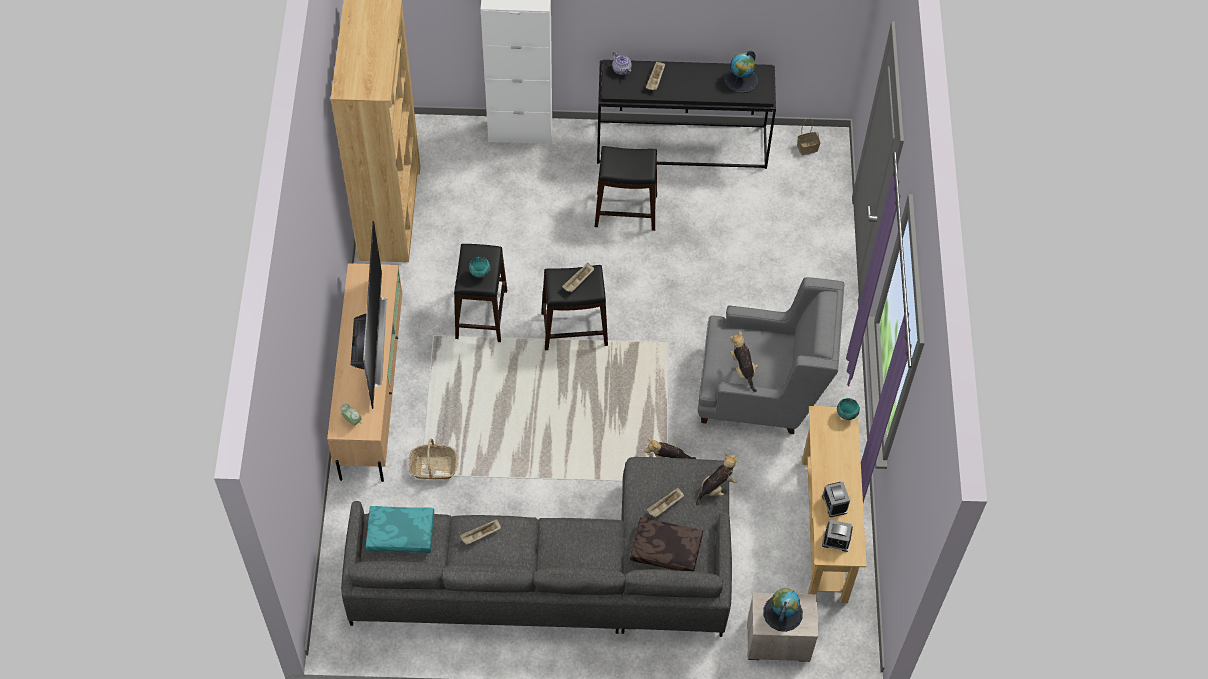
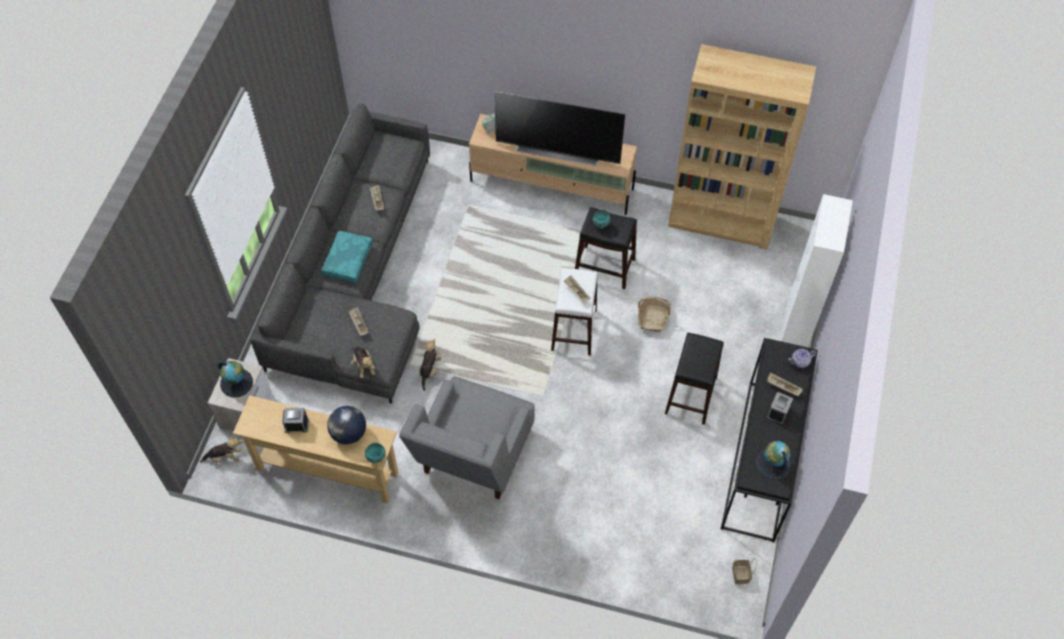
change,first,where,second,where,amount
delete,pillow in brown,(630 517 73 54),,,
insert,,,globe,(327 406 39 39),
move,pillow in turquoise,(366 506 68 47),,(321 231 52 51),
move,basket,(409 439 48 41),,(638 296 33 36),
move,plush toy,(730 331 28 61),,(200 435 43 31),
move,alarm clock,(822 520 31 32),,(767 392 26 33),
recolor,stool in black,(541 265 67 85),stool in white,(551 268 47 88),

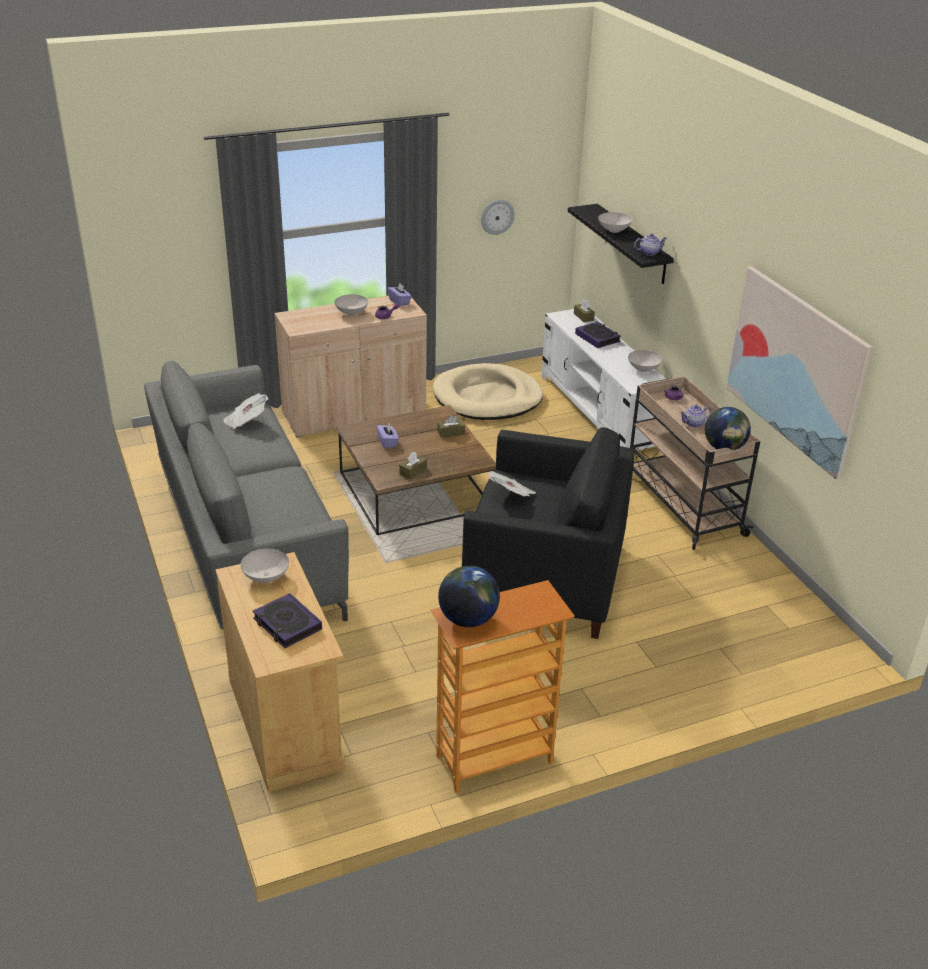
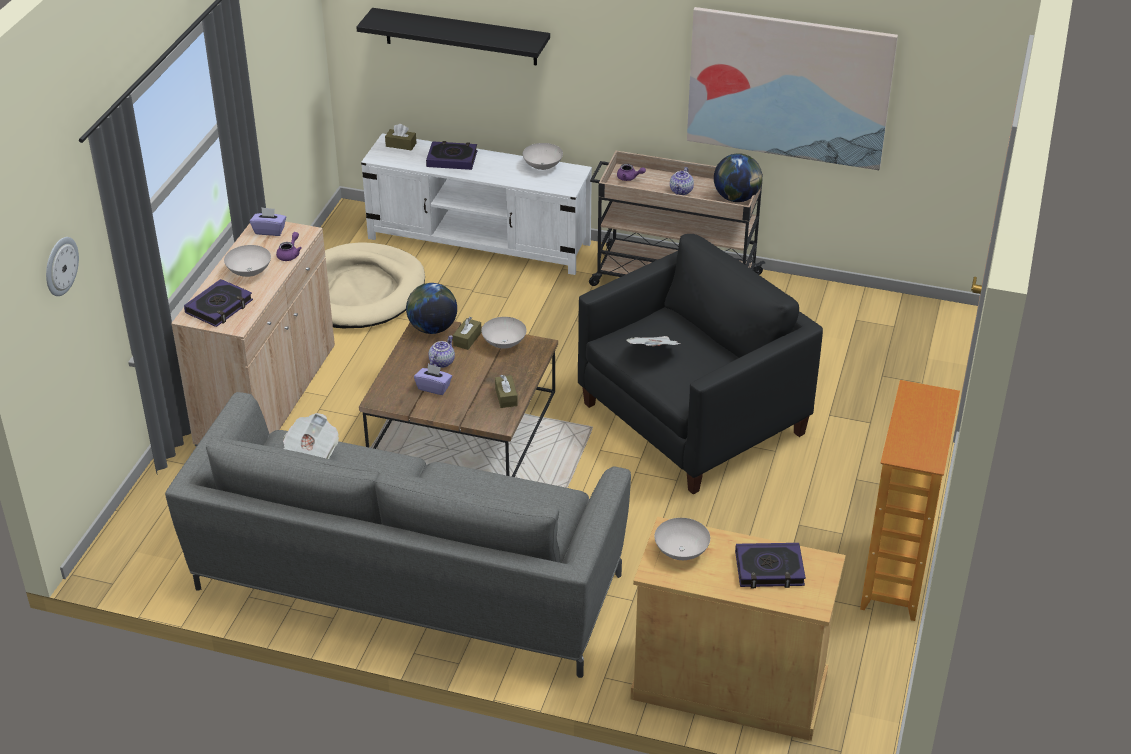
change,first,where,second,where,amount
insert,,,book,(184 279 69 48),
move,globe,(438 566 62 61),,(406 283 51 51),
move,wall clock,(481 200 34 35),,(46 237 33 59),
move,bowl in white,(598 212 35 21),,(481 317 45 31),
move,teapot,(634 234 33 22),,(429 336 26 32),

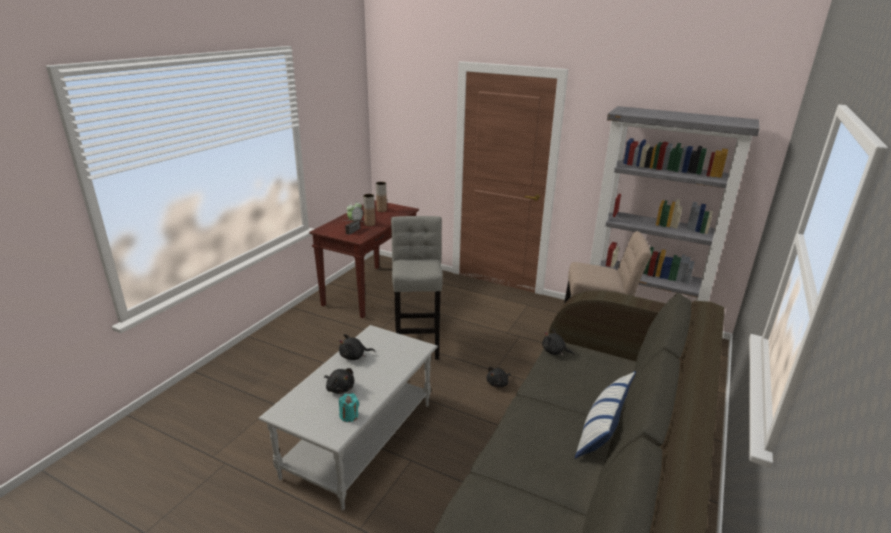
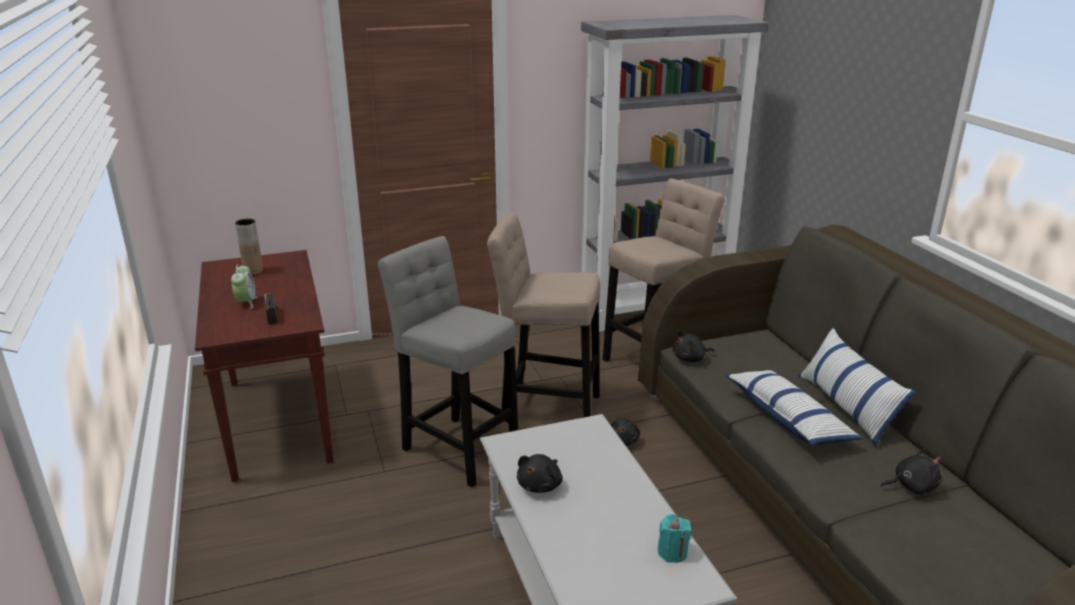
change,first,where,second,where,amount
delete,vase in brown,(363 194 12 32),,,
insert,,,stool in beige,(487 212 113 205),
insert,,,pillow,(725 370 137 75),
move,plush toy in black,(324 368 31 26),,(880 448 61 47),

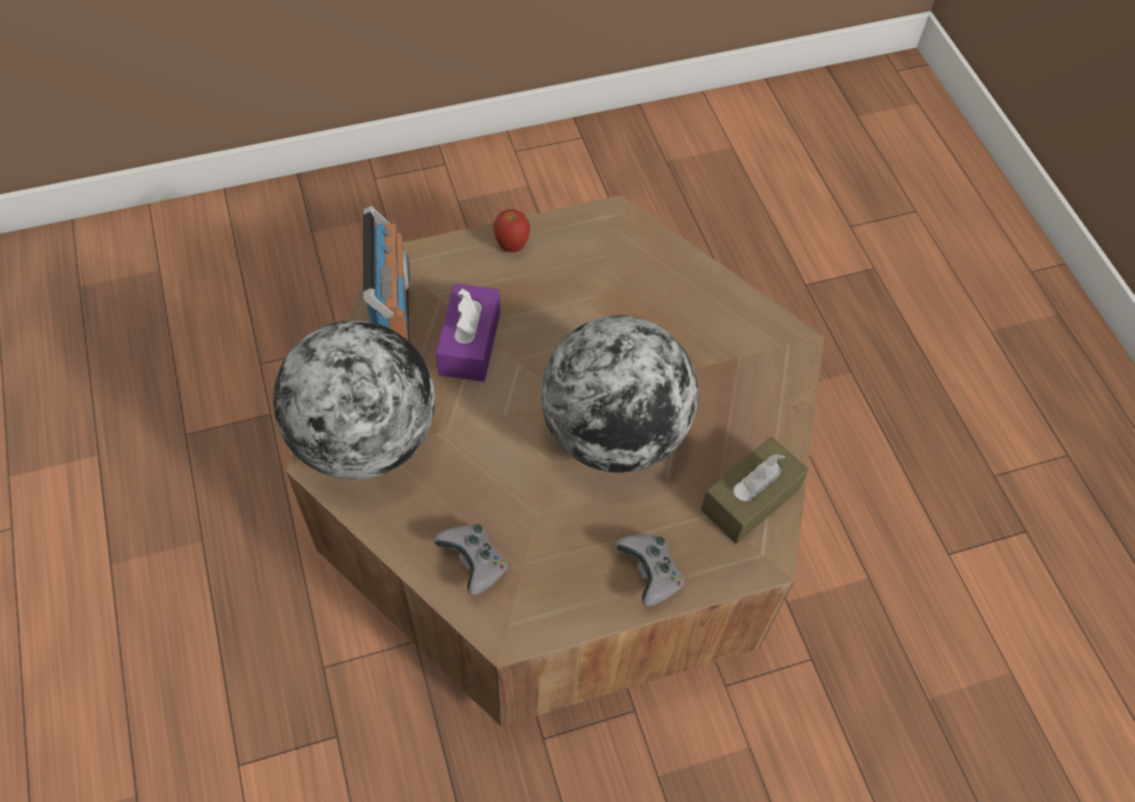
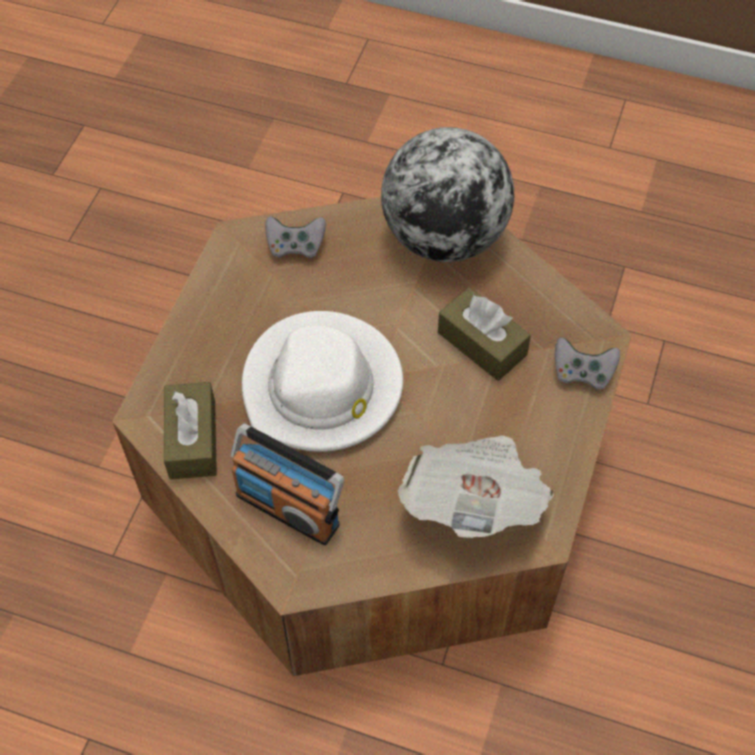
change,first,where,second,where,amount
delete,apple,(493 209 37 43),,,
insert,,,newspaper,(398 435 156 103),
move,radio,(363 206 47 135),,(230 423 114 122),
move,game controller in grey,(615 535 69 71),,(555 337 65 52),
replace,globe,(541 315 157 158),hat in white,(242 311 161 141),
recolor,tissue box in purple,(436 283 64 99),tissue box in brown,(438 287 93 94),

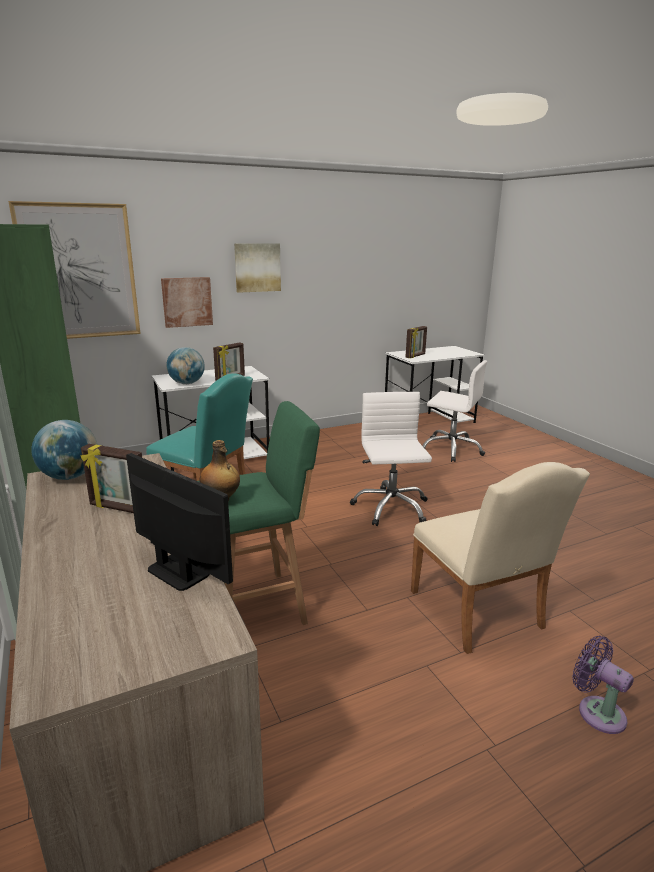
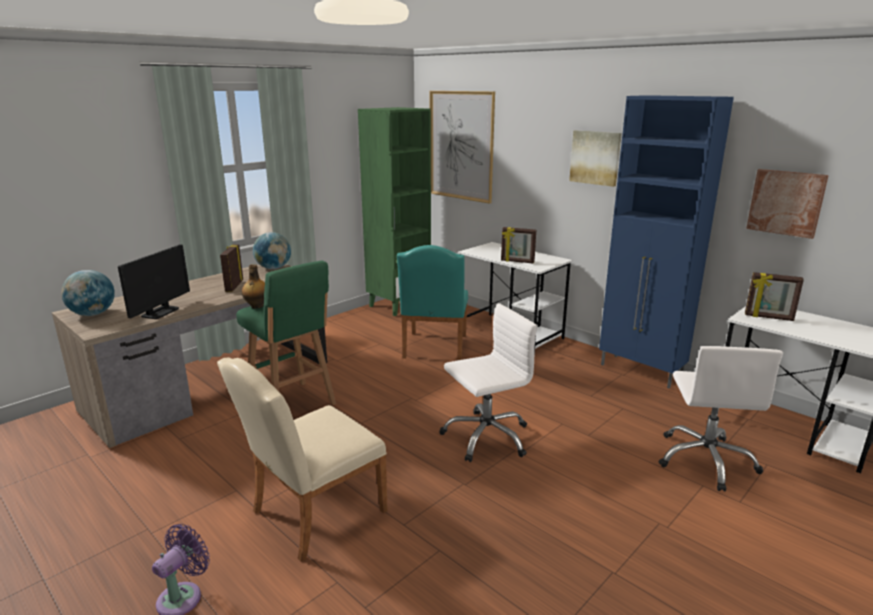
change,first,where,second,where,amount
insert,,,cabinet in blue,(599 95 135 294),
move,picture,(161 277 52 51),,(746 169 83 70),
move,globe,(166 347 39 37),,(61 270 54 46),

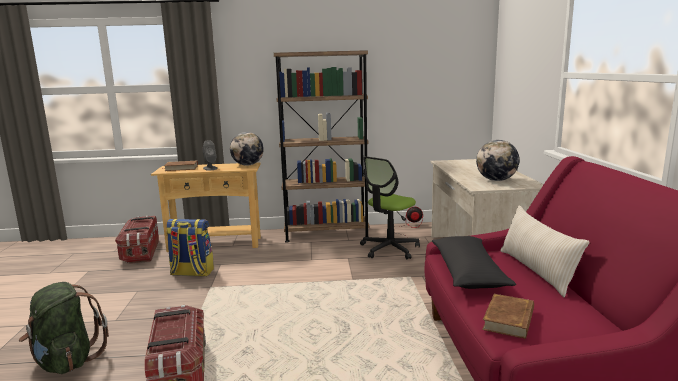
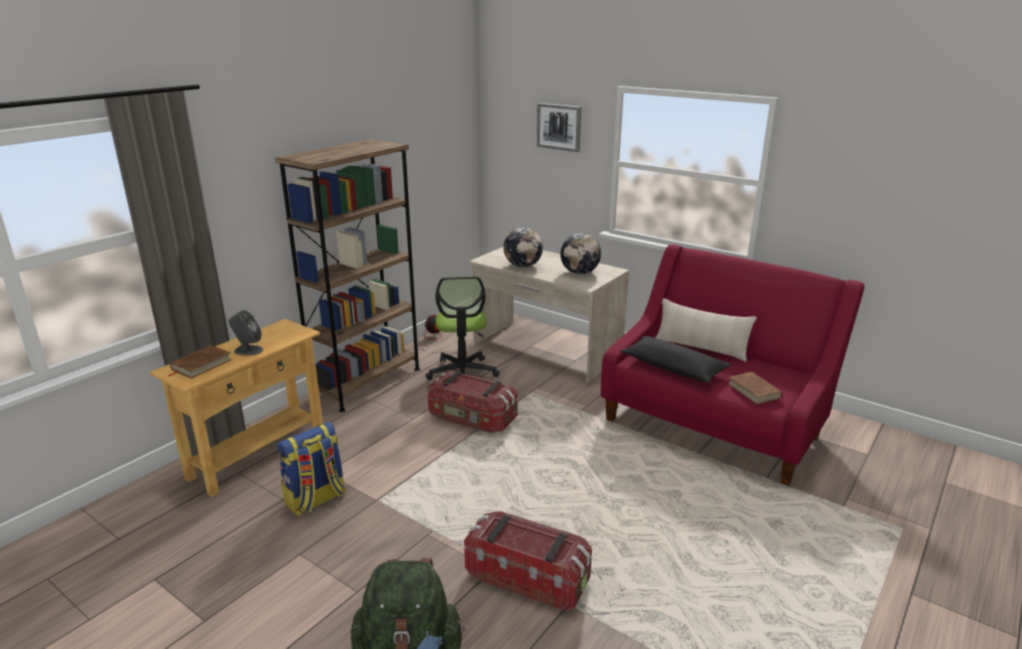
change,first,where,second,where,amount
insert,,,picture,(537 103 44 49),
move,storage box,(115 216 44 48),,(427 370 91 63),
move,globe,(230 132 34 34),,(503 227 40 40),

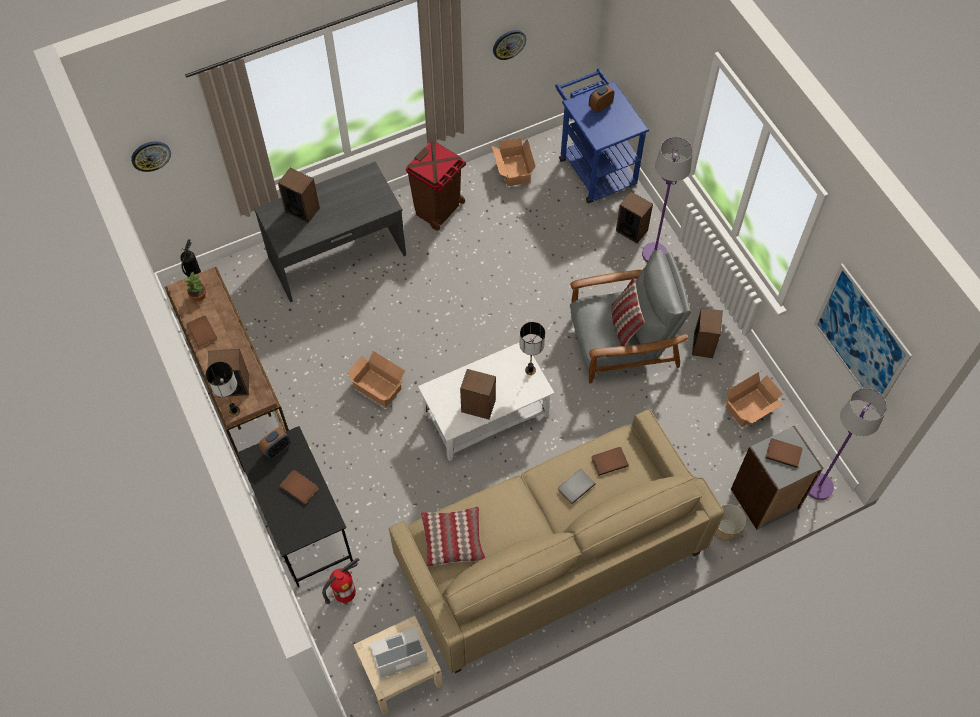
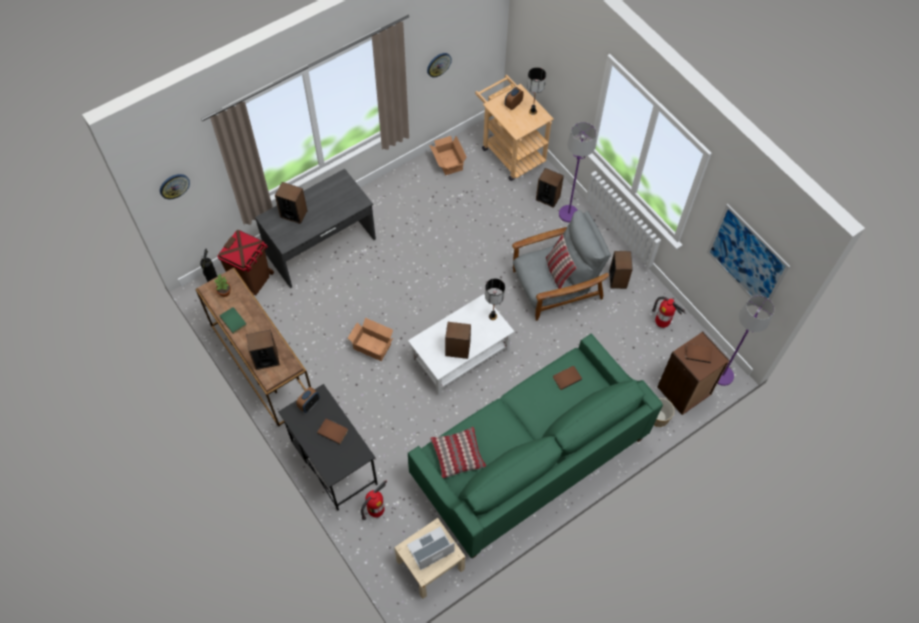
change,first,where,second,where,amount
delete,book in grey,(558 469 38 35),,,
move,table lamp,(206 362 34 55),,(527 68 19 47),
move,trash can in brown,(406 141 60 90),,(218 230 56 65),
replace,cardboard box,(725 372 59 55),fire extinguisher,(652 296 33 32),
recolor,book in brown,(186 315 32 34),book in green,(219 307 27 27),
recolor,sofa in beige,(389 409 335 264),sofa in green,(408 334 255 224),
recolor,cart in blue,(555 68 94 135),cart in beige,(475 75 79 106),
recolor,bookcase in grey,(731 426 92 104),bookcase in brown,(657 332 73 83),

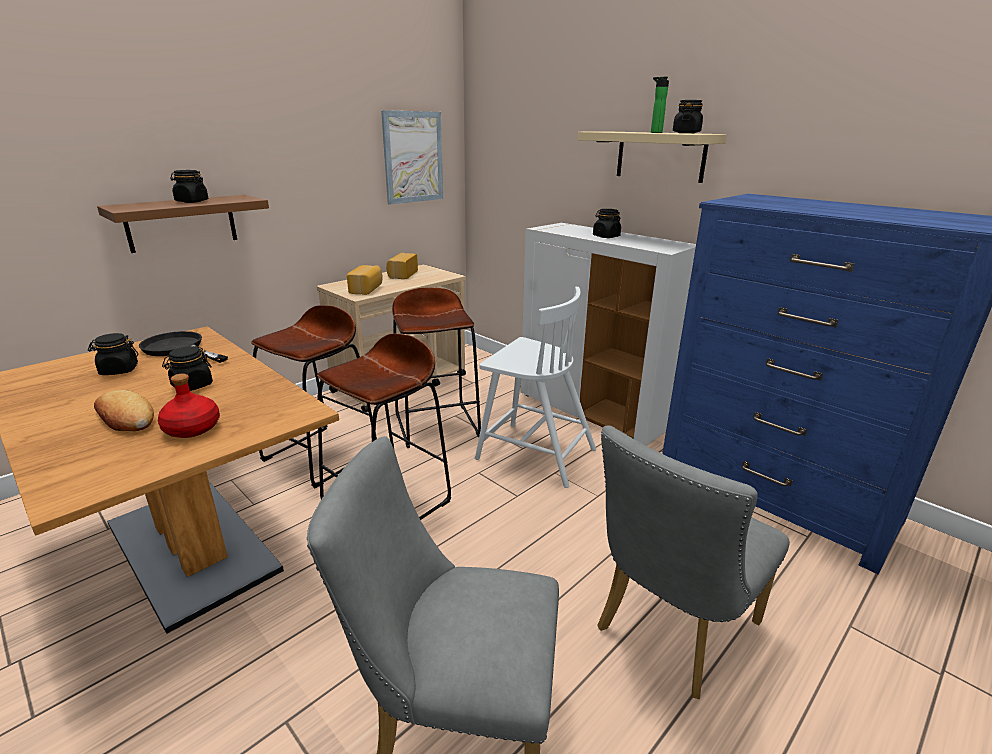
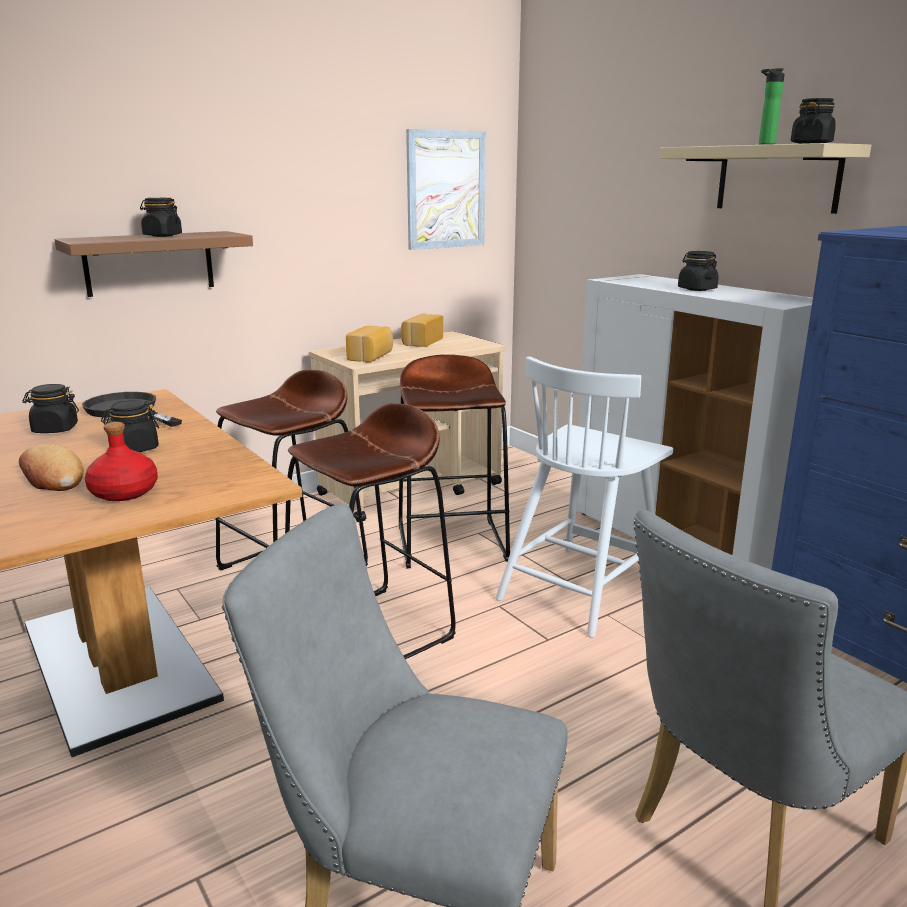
change,first,where,second,where,amount
rotate,chair in white,(475 287 121 201),,(495 356 178 282),90 degrees clockwise

